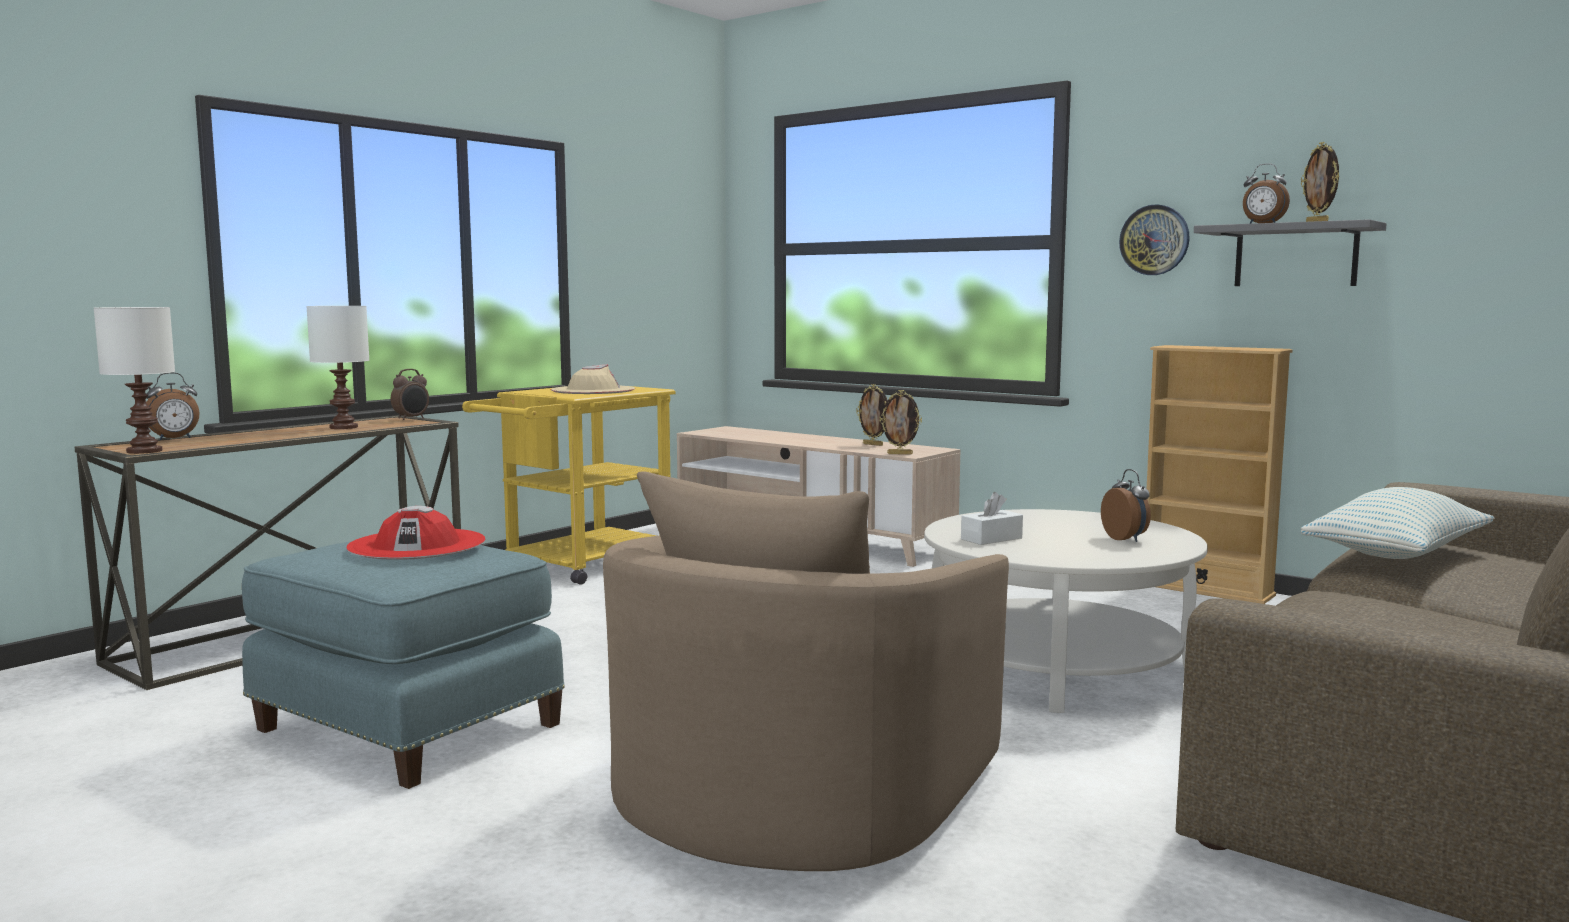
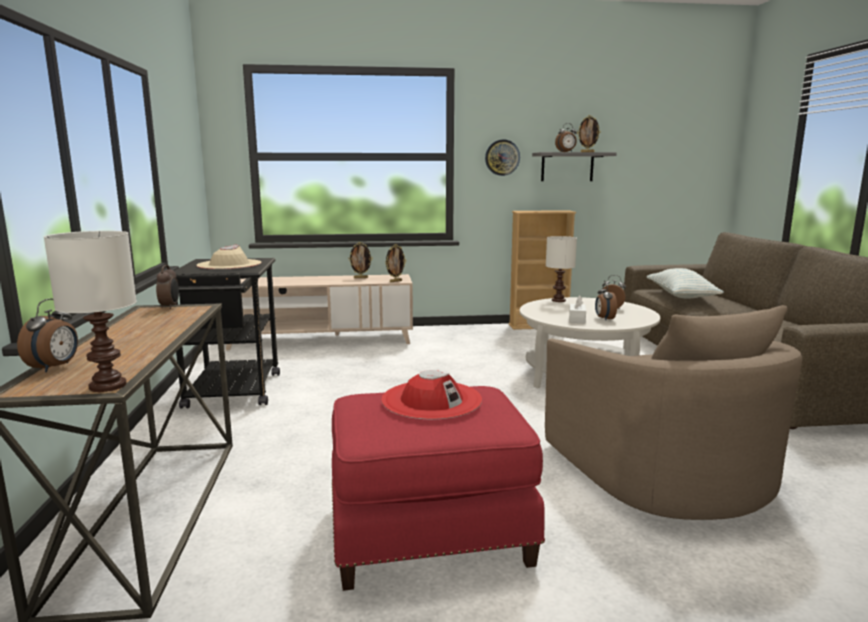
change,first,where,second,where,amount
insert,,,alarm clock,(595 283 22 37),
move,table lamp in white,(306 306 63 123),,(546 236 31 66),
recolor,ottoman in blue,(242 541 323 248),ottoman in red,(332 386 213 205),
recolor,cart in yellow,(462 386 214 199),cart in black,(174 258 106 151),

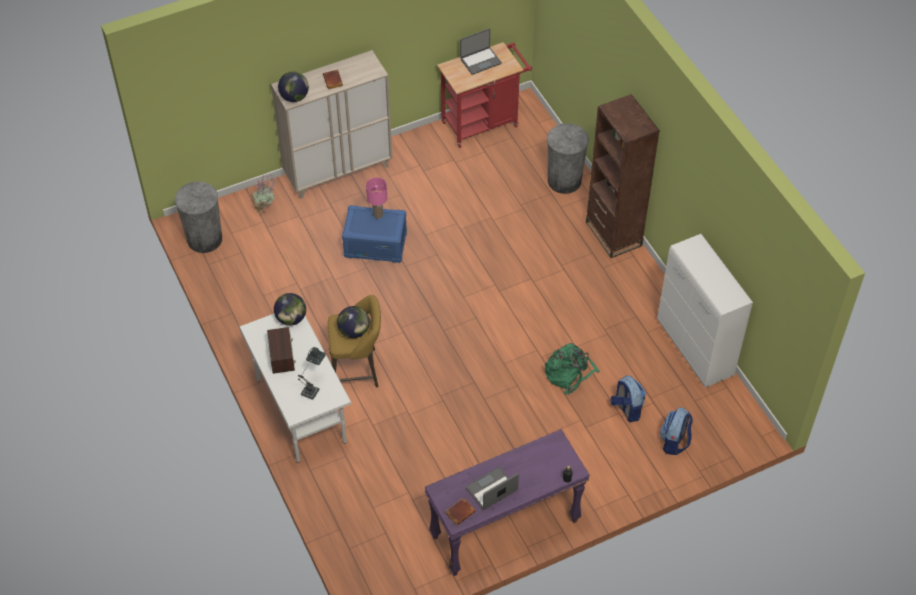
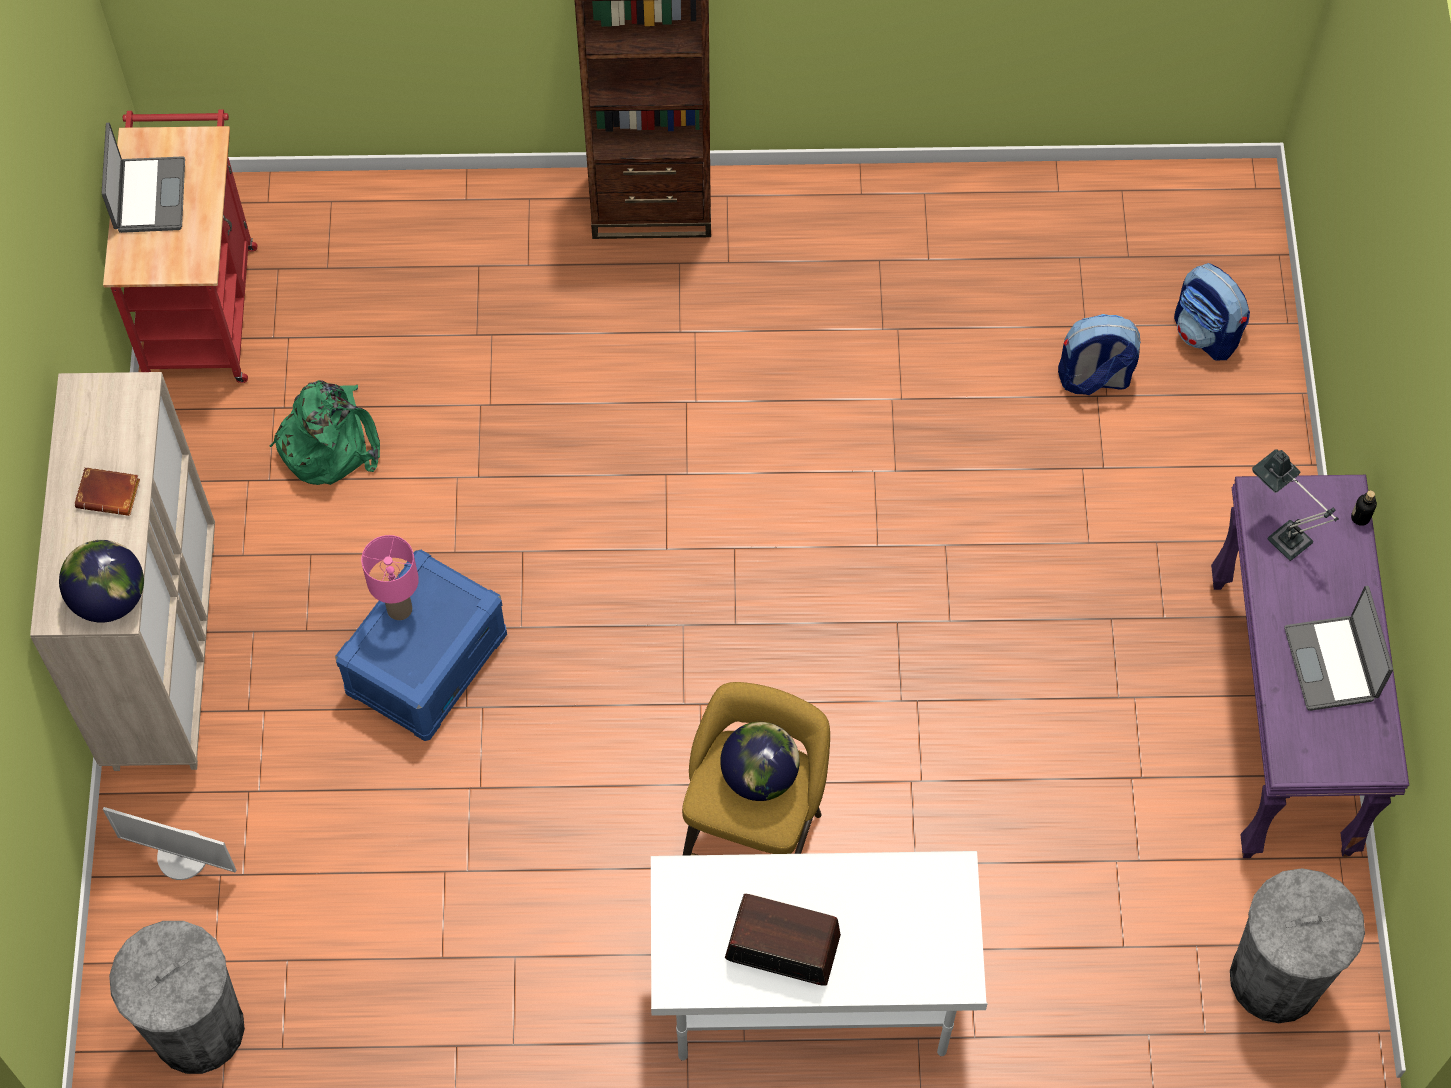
change,first,where,second,where,amount
delete,globe,(274 293 32 33),,,
delete,book in brown,(445 498 31 28),,,
delete,cabinet in white,(657 234 96 154),,,
move,table lamp,(298 347 28 53),,(1252 449 87 112),
move,backpack in green,(545 343 55 51),,(270 380 110 105),
move,trash can in grey,(547 123 42 71),,(1230 868 135 155),
replace,potted plant,(250 175 26 40),monitor,(103 807 133 73),

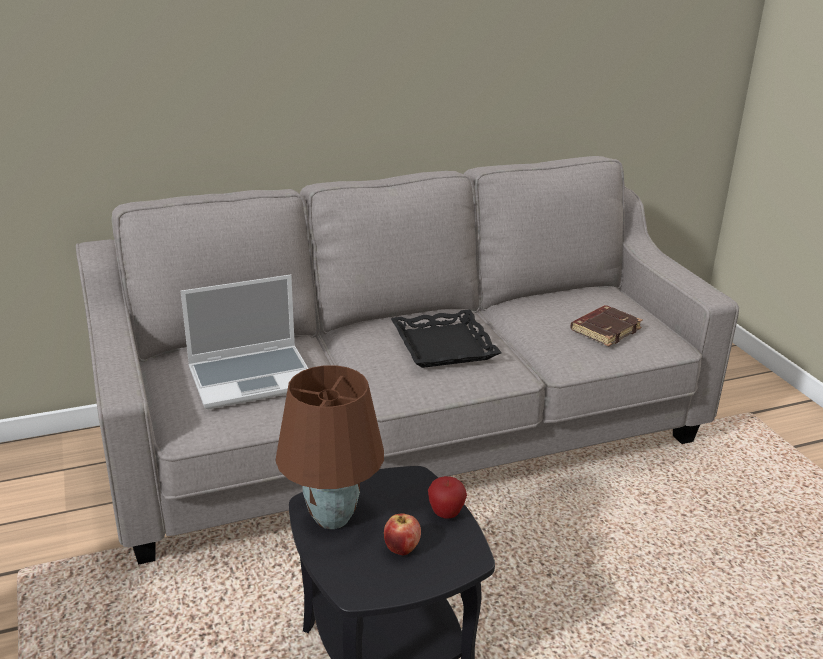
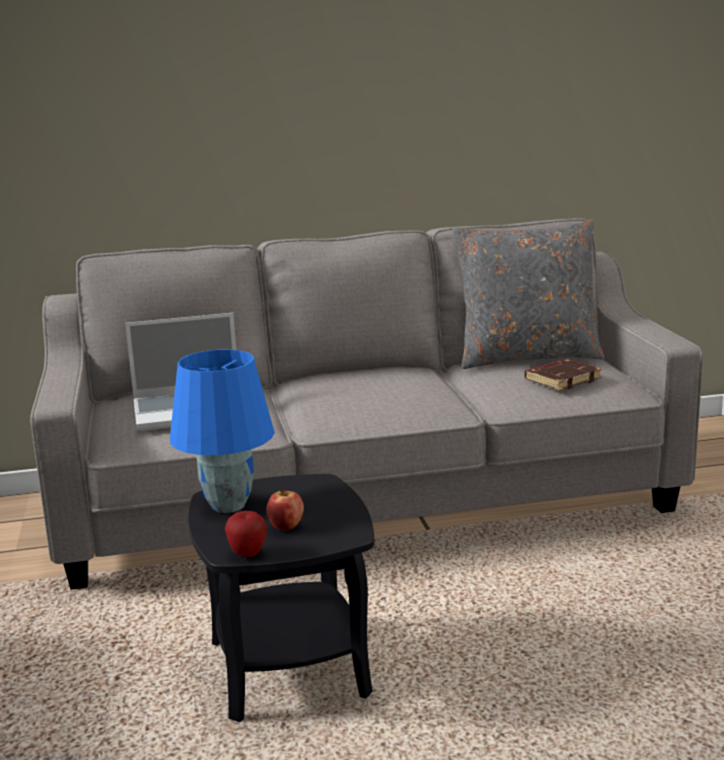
change,first,where,second,where,amount
delete,tray in black,(391 309 110 59),,,
insert,,,pillow in grey,(453 220 151 149),
move,apple,(428 476 39 42),,(225 511 42 46),
recolor,table lamp in brown,(275 365 109 164),table lamp in blue,(170 350 105 163),

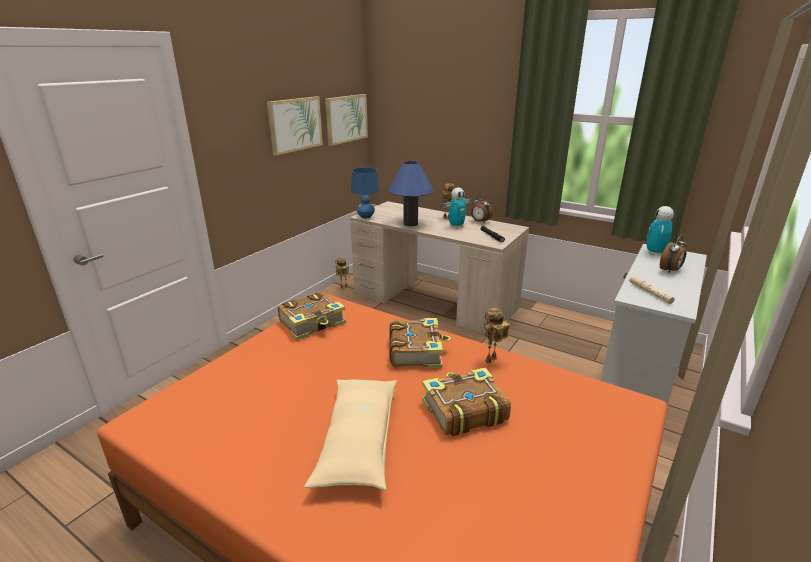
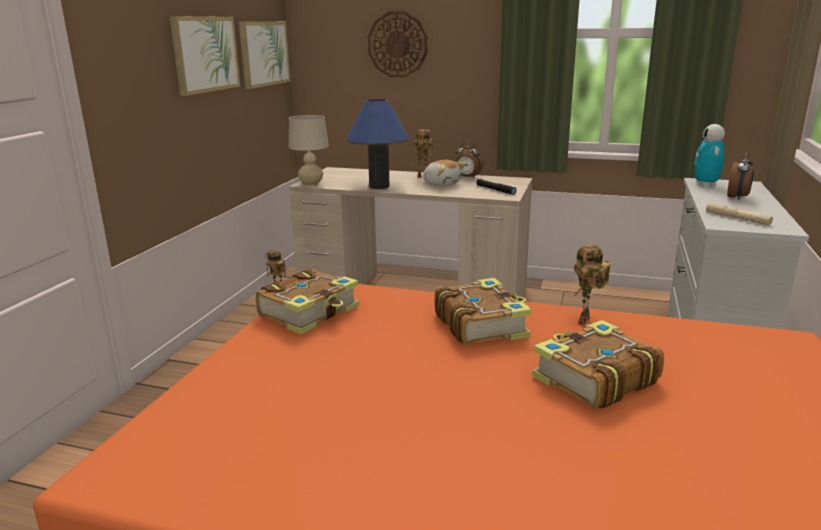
change,first,where,second,where,amount
delete,pillow in beige,(304 380 93 110),,,
insert,,,wall clock,(368 11 59 66),
replace,toy robot,(443 187 29 41),plush toy,(423 160 43 26),
recolor,table lamp in blue,(351 168 28 51),table lamp in beige,(289 115 40 71),

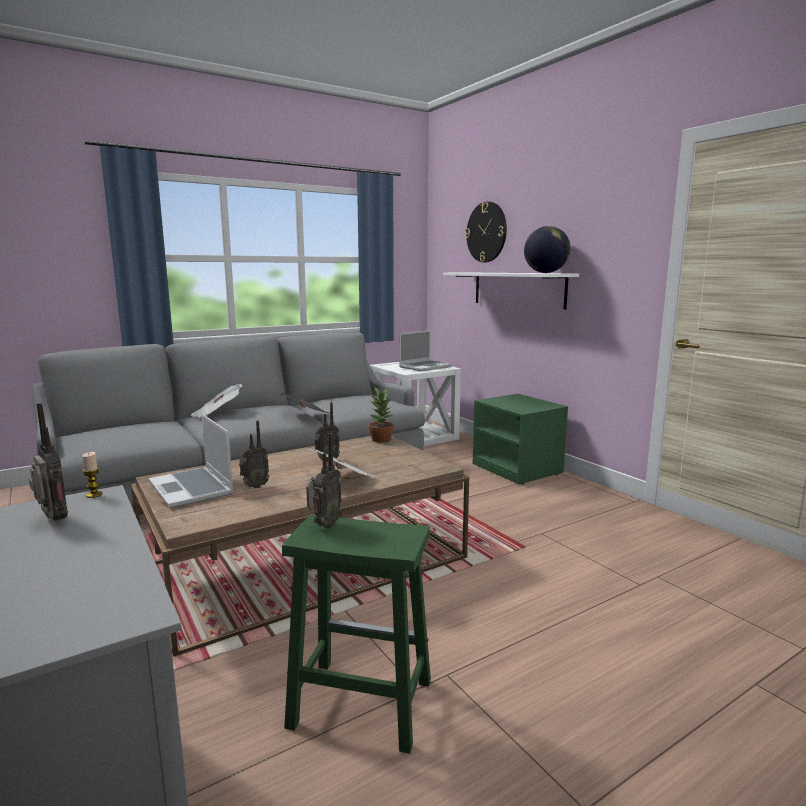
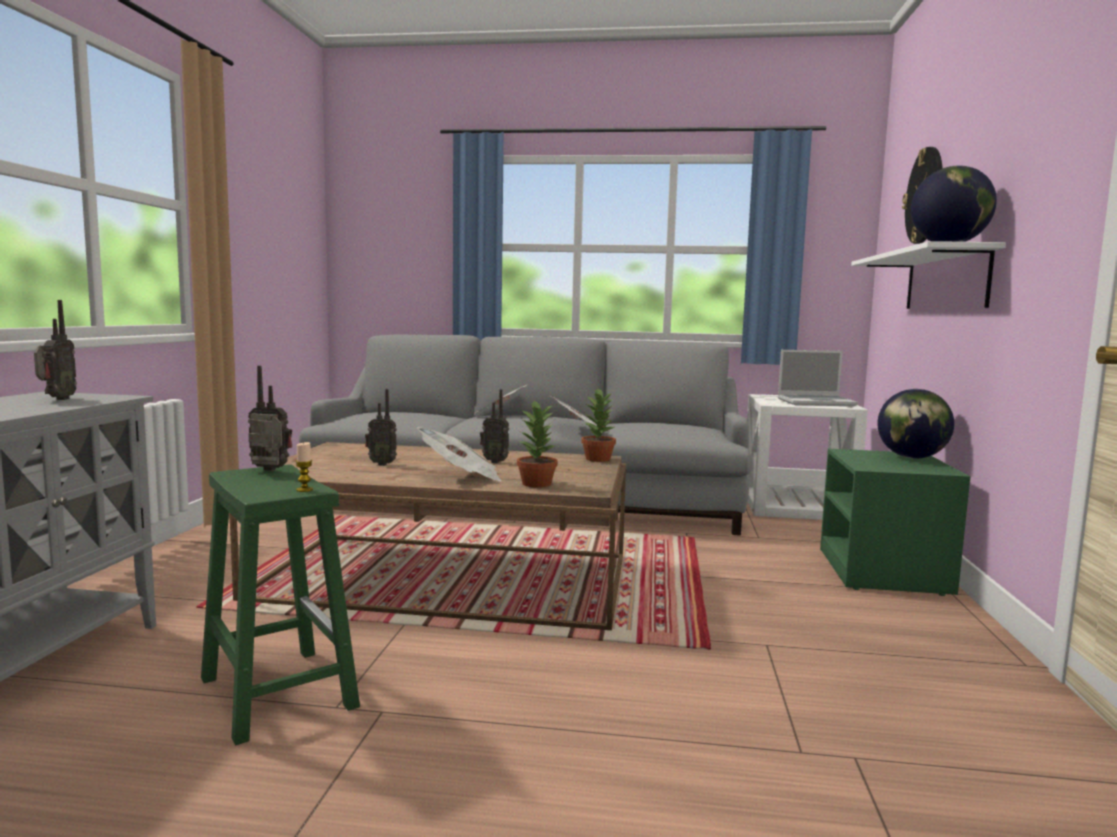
change,first,where,second,where,amount
delete,laptop,(149 414 85 94),,,
insert,,,potted plant,(517 400 41 88),
insert,,,globe,(877 389 77 70),
move,candle,(82 452 20 46),,(295 442 18 50),
rotate,radio,(306 433 36 95),,(248 366 44 105),150 degrees counterclockwise

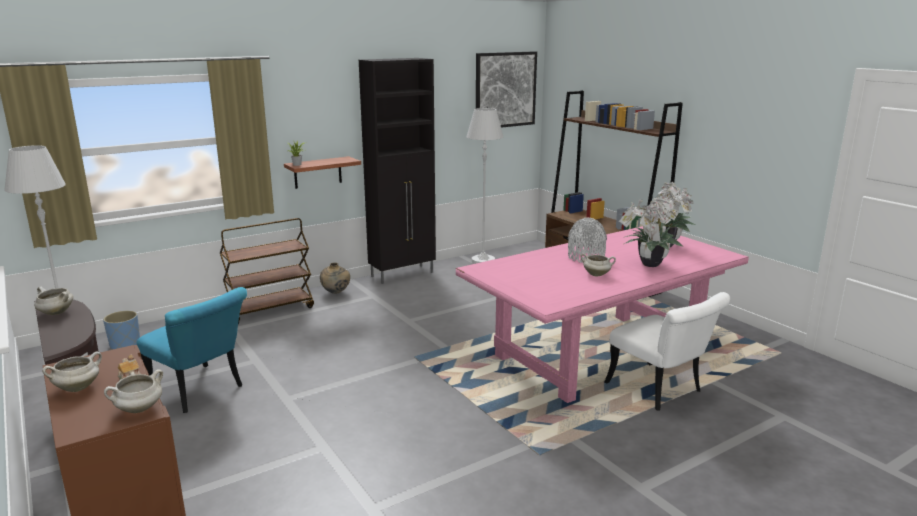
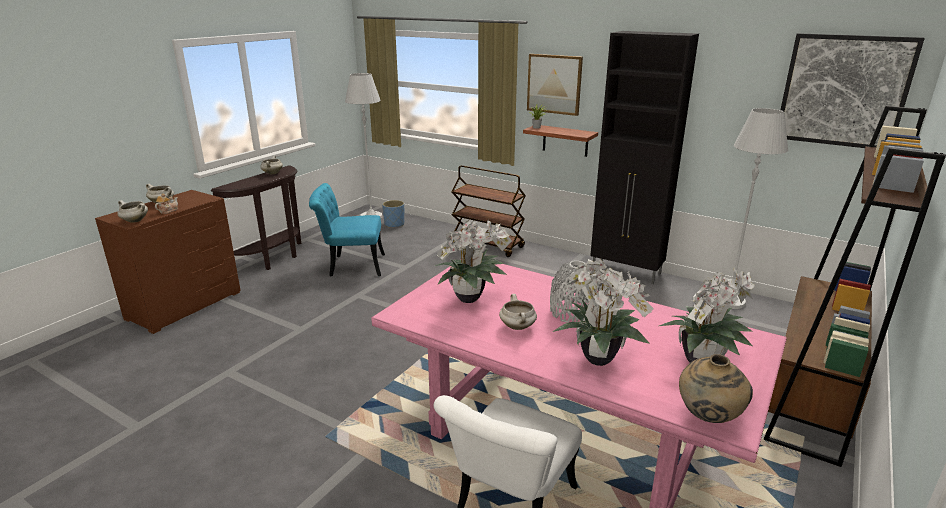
change,first,where,second,where,amount
insert,,,potted plant,(435 219 77 84),
insert,,,picture,(527 54 56 62),
move,vase in beige,(320 262 30 32),,(679 354 74 69),
rotate,chair in turquoise,(137 287 110 126),,(309 183 76 93),75 degrees clockwise

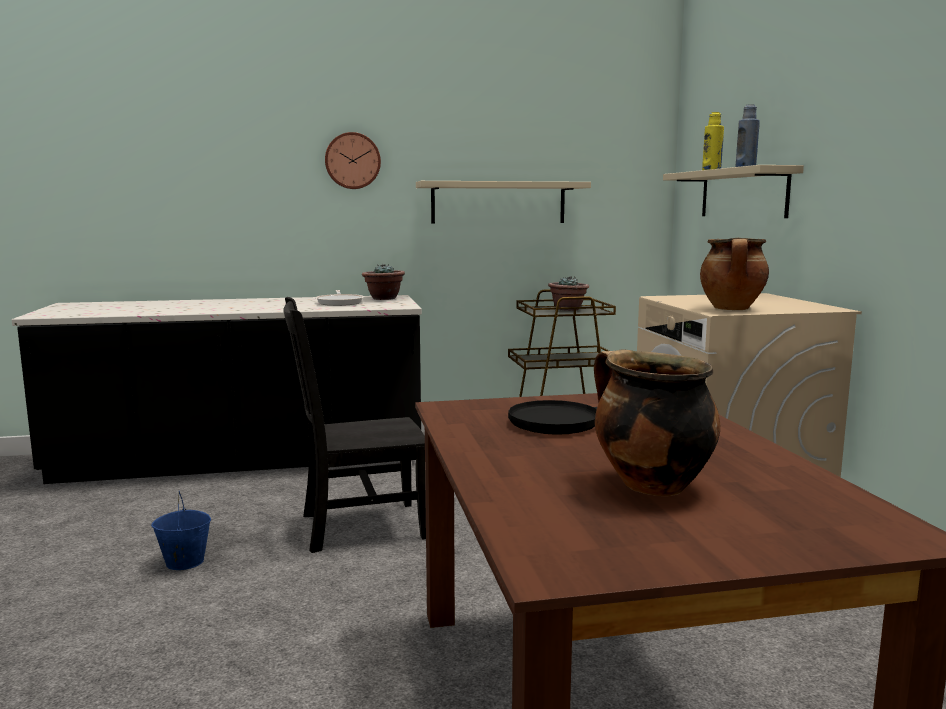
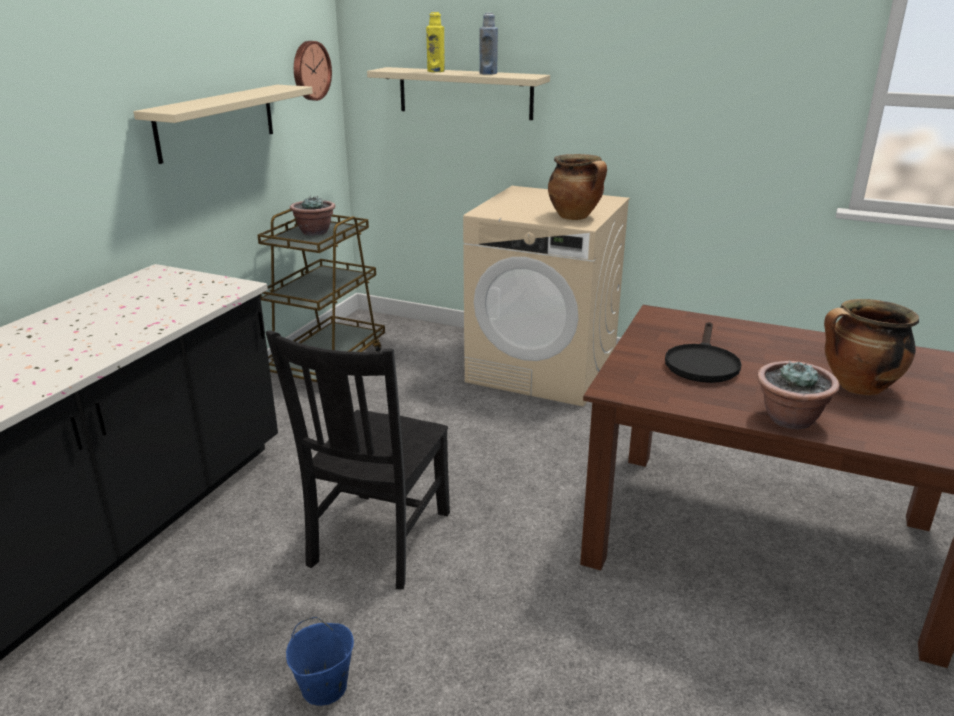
change,first,where,second,where,amount
delete,frying pan,(315 290 49 16),,,
move,wall clock,(325 132 56 57),,(294 41 38 60),
move,potted plant,(362 263 43 37),,(757 360 83 69),

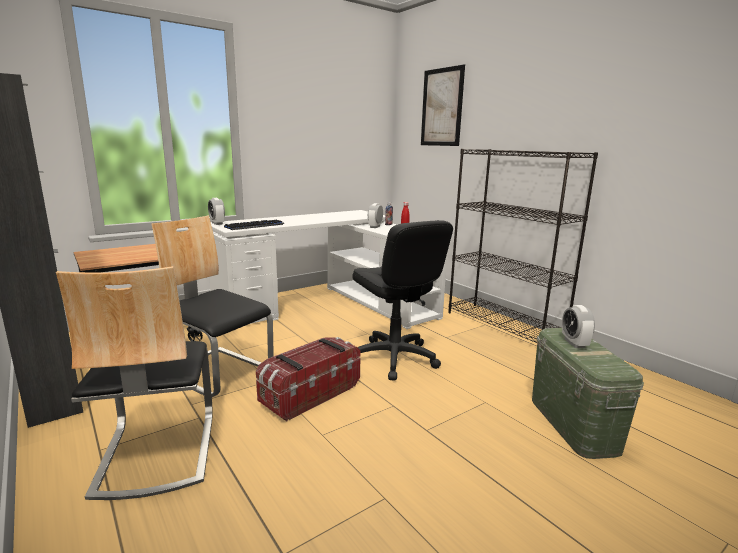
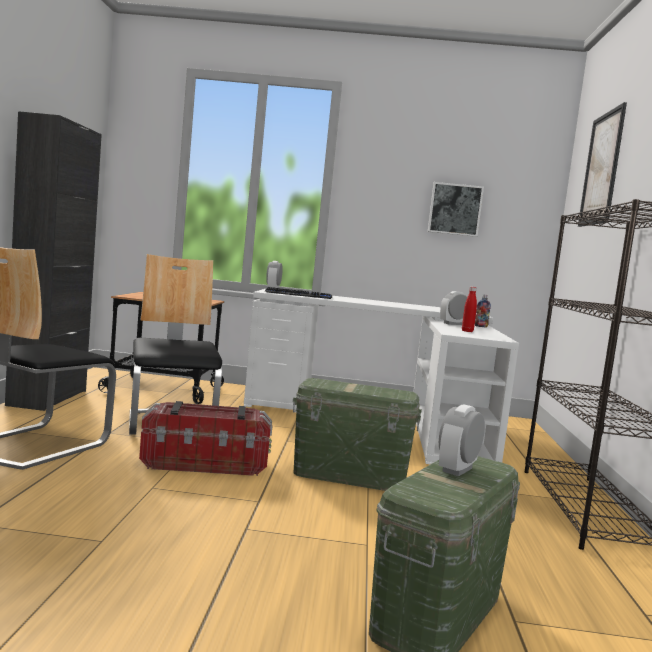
change,first,where,second,where,amount
insert,,,picture,(428 182 56 55),
replace,office chair in black,(352 220 101 160),storage box in green,(293 378 129 113),

